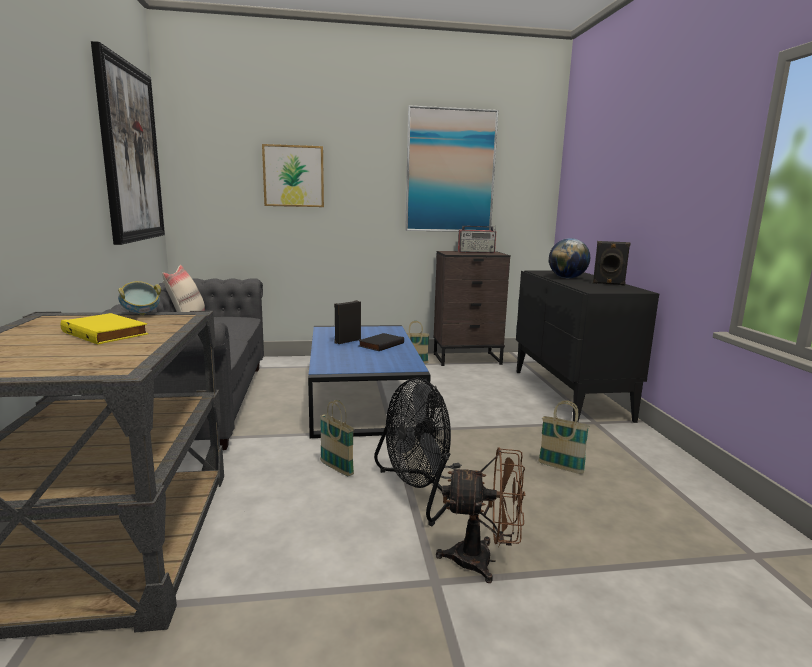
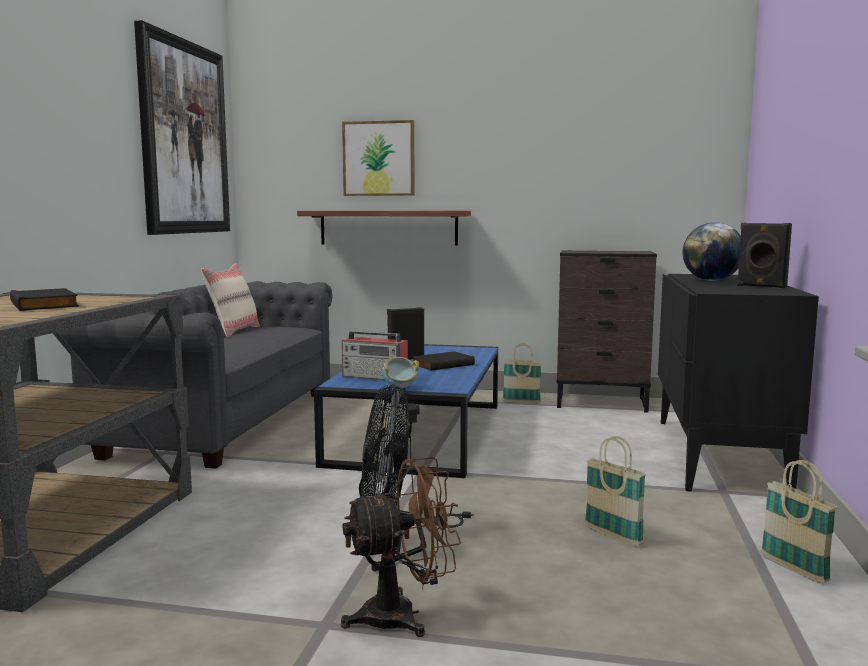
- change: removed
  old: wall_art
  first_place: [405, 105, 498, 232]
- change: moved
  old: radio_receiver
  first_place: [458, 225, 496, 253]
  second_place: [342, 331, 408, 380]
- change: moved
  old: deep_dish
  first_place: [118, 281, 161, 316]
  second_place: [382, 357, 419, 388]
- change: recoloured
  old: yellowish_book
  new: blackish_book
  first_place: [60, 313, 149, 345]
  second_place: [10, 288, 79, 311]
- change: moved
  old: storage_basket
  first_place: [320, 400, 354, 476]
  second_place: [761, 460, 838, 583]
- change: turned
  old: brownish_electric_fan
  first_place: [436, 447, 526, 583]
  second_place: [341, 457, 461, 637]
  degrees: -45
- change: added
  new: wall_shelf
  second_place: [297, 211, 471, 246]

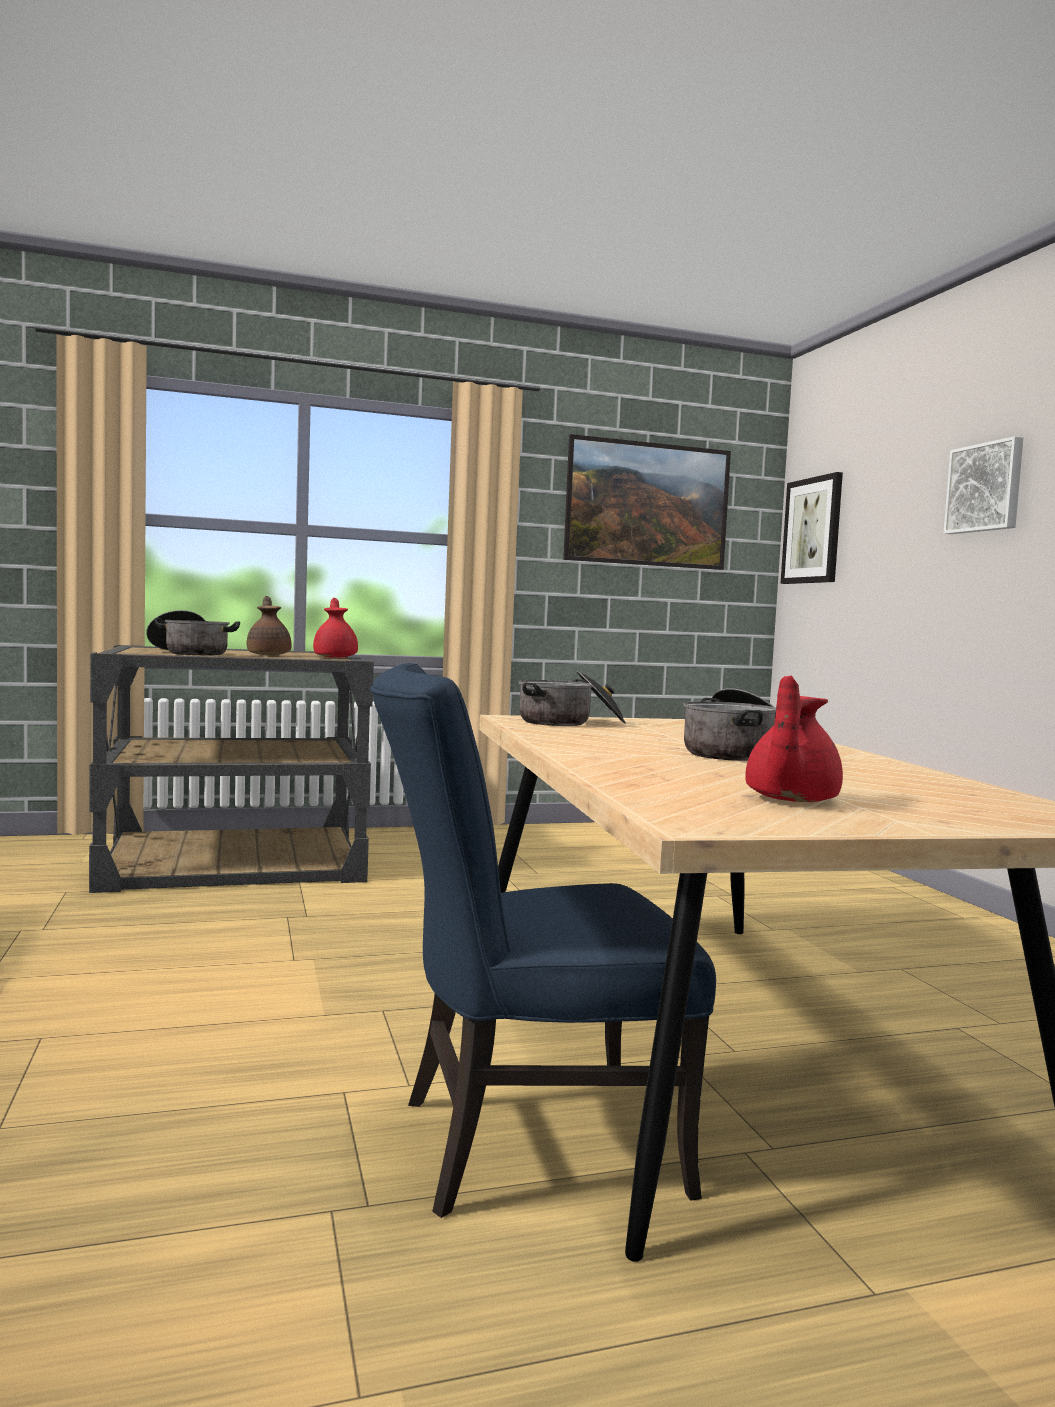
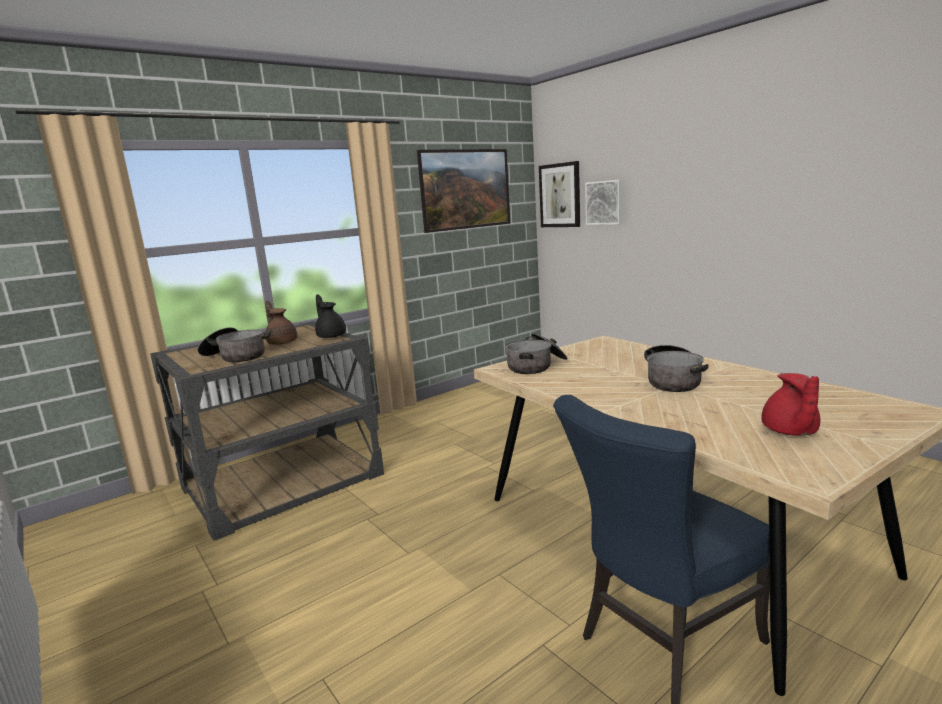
- change: moved
  old: wall_art
  first_place: [944, 436, 1023, 534]
  second_place: [585, 180, 622, 225]
- change: recoloured
  old: red_tea_pot
  new: blackish_tea_pot
  first_place: [313, 598, 358, 658]
  second_place: [315, 295, 346, 338]

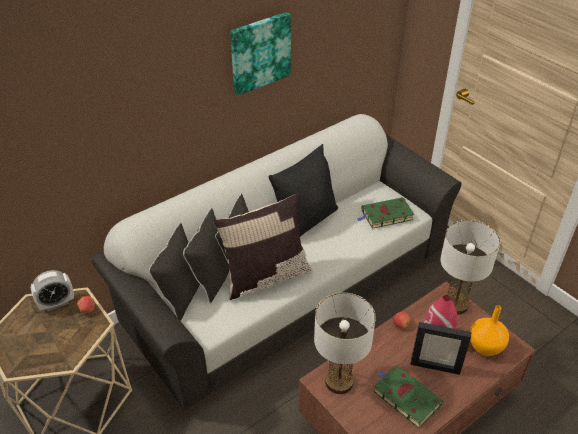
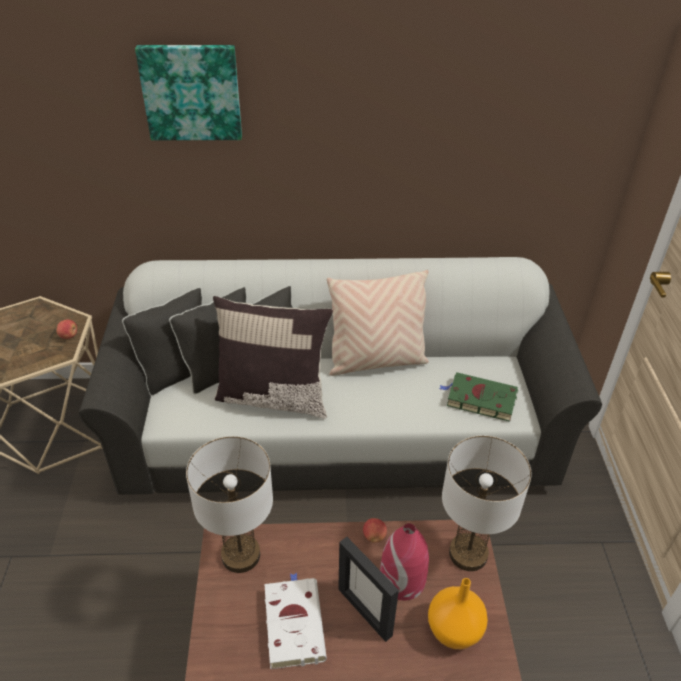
- change: moved
  old: wall_art
  first_place: [230, 12, 291, 96]
  second_place: [135, 45, 242, 140]
- change: recoloured
  old: blackish_throw_pillow
  new: beige_throw_pillow
  first_place: [269, 144, 338, 236]
  second_place: [327, 270, 429, 376]
- change: removed
  old: table_clock
  first_place: [31, 270, 74, 311]
- change: recoloured
  old: green-coloured_book
  new: whitish_book
  first_place: [374, 365, 443, 428]
  second_place: [265, 573, 327, 669]

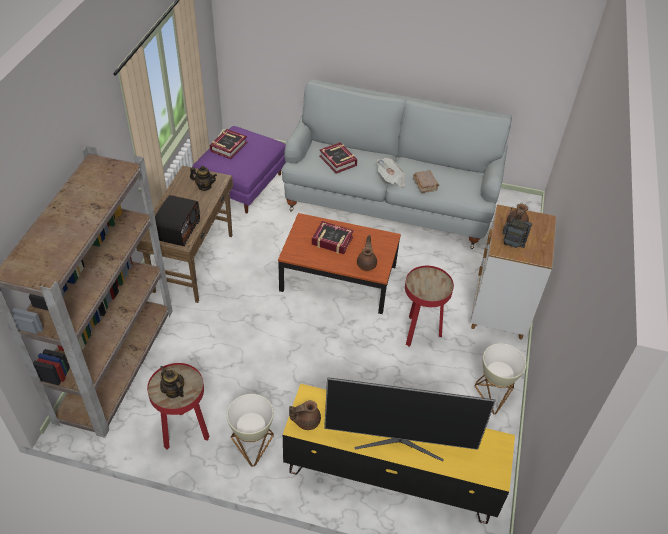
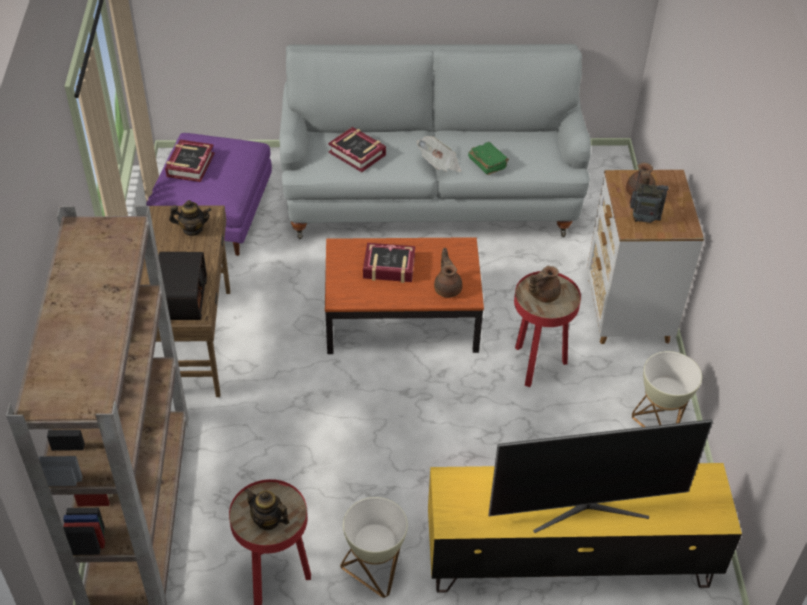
- change: recoloured
  old: brownish_book
  new: green-coloured_book
  first_place: [413, 170, 439, 193]
  second_place: [468, 142, 509, 175]
- change: moved
  old: brownish_tea_pot
  first_place: [289, 400, 321, 430]
  second_place: [529, 266, 561, 303]

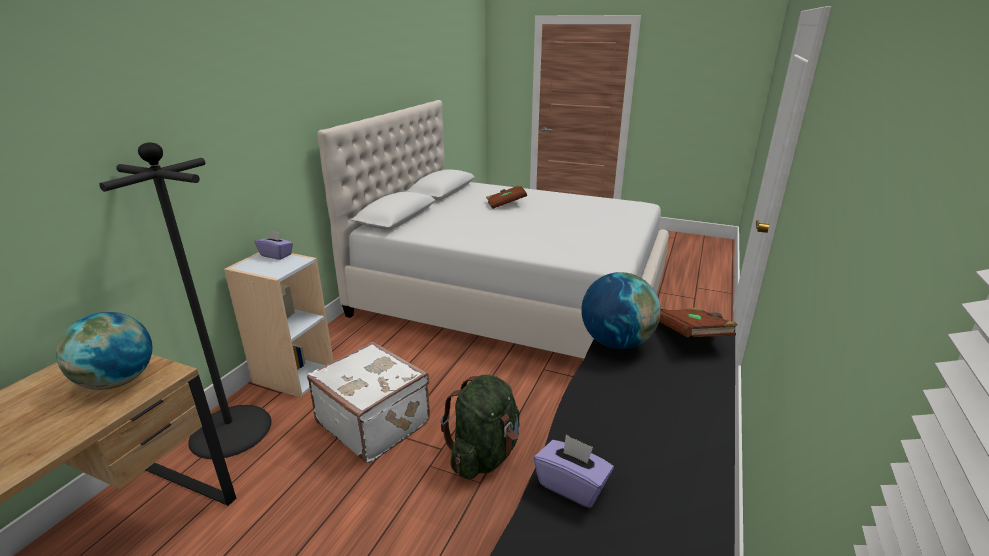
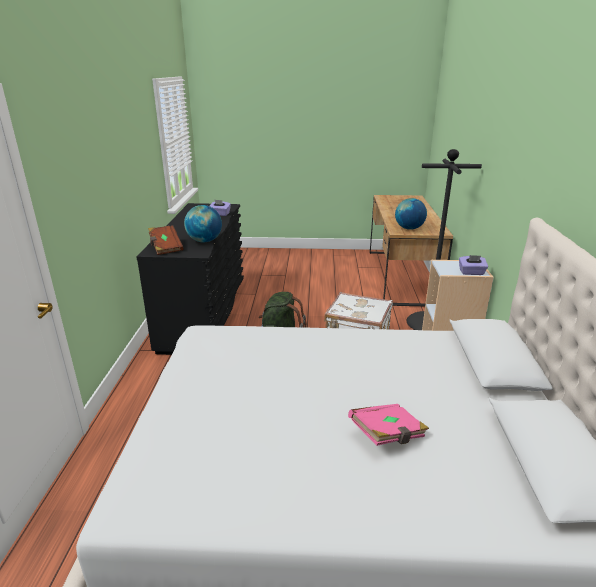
- change: recoloured
  old: brownish_book
  new: pinkish_book
  first_place: [486, 185, 527, 209]
  second_place: [348, 404, 429, 446]

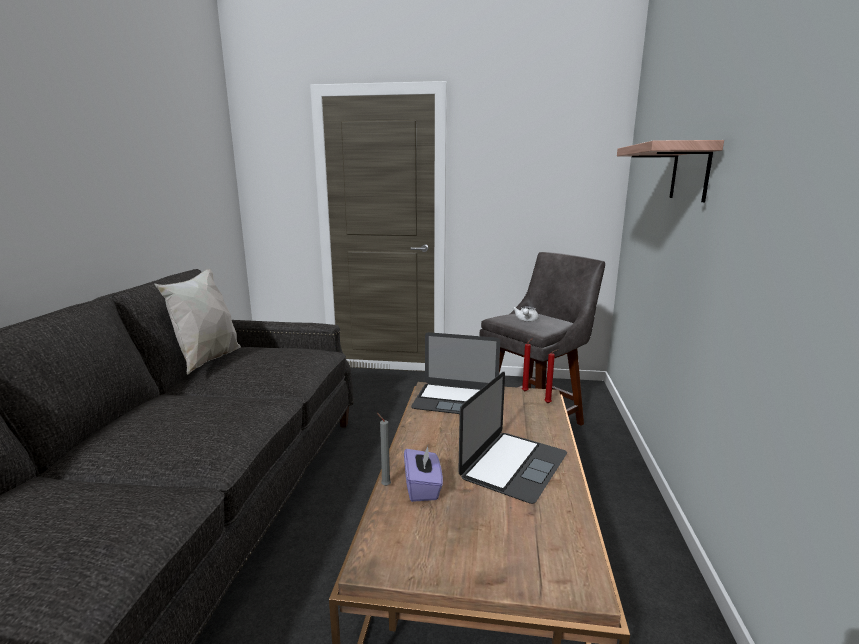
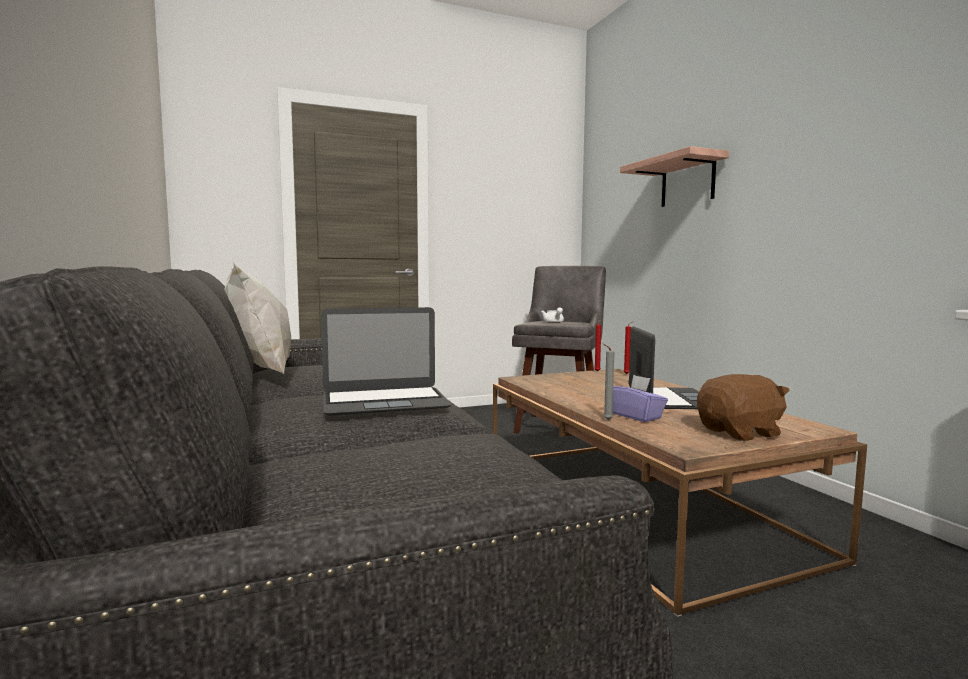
- change: moved
  old: portable_computer
  first_place: [411, 332, 500, 414]
  second_place: [321, 307, 451, 415]
- change: added
  new: brownish_soft_toy
  second_place: [697, 374, 790, 441]

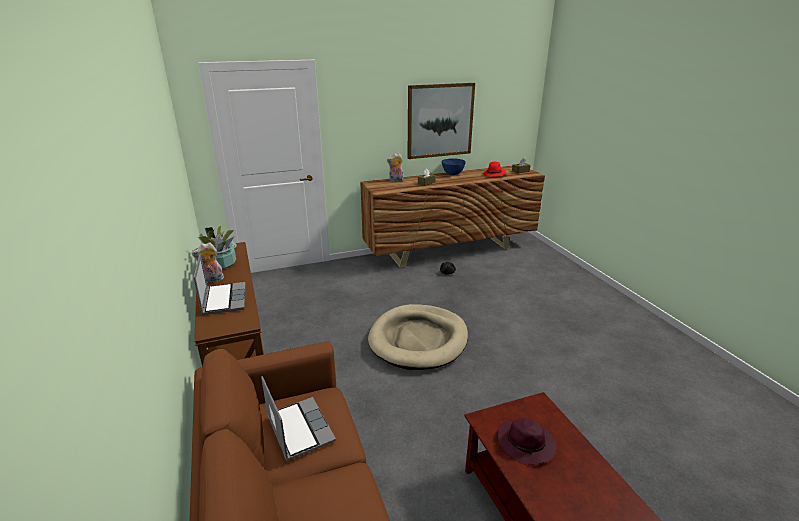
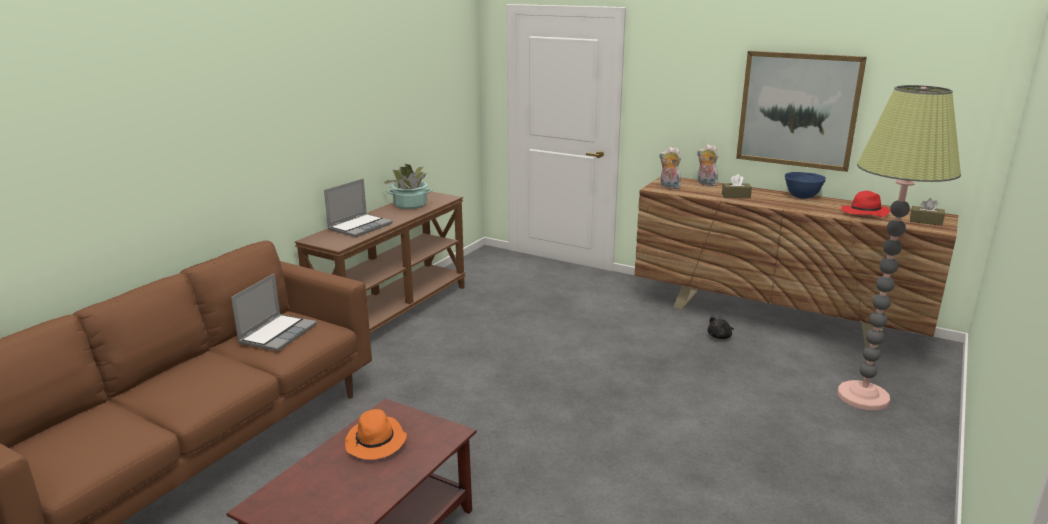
- change: moved
  old: soft_toy
  first_place: [192, 242, 224, 283]
  second_place: [659, 147, 681, 189]
- change: removed
  old: beige_dog_bed
  first_place: [368, 304, 468, 370]
- change: recoloured
  old: purple-coloured_wearable_hat
  new: orange_wearable_hat
  first_place: [496, 418, 556, 465]
  second_place: [345, 409, 407, 460]
- change: added
  new: standing_lamp
  second_place: [838, 85, 961, 410]

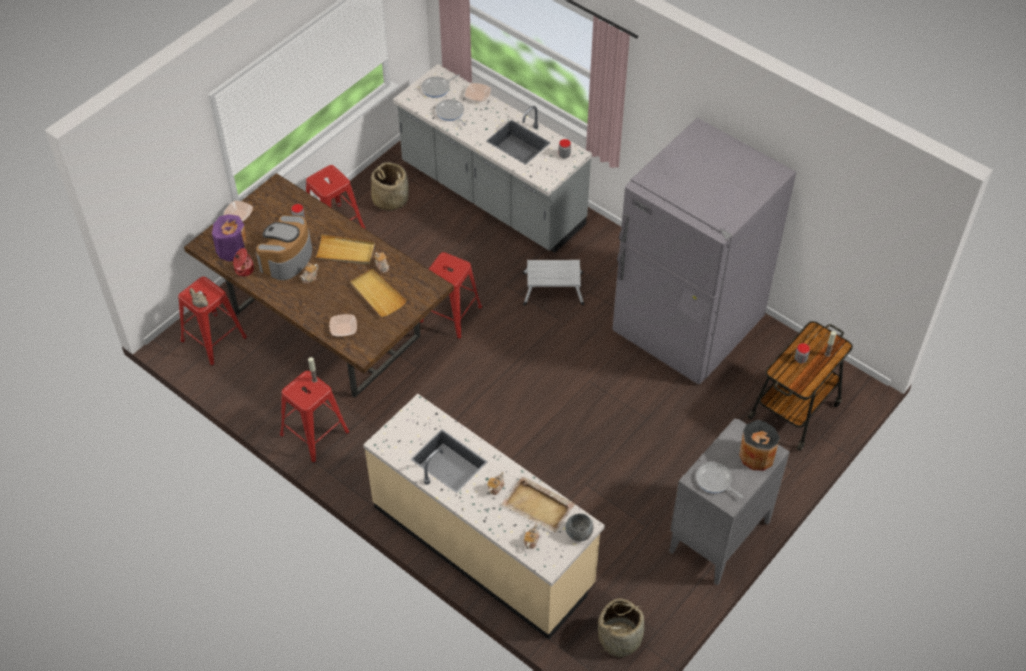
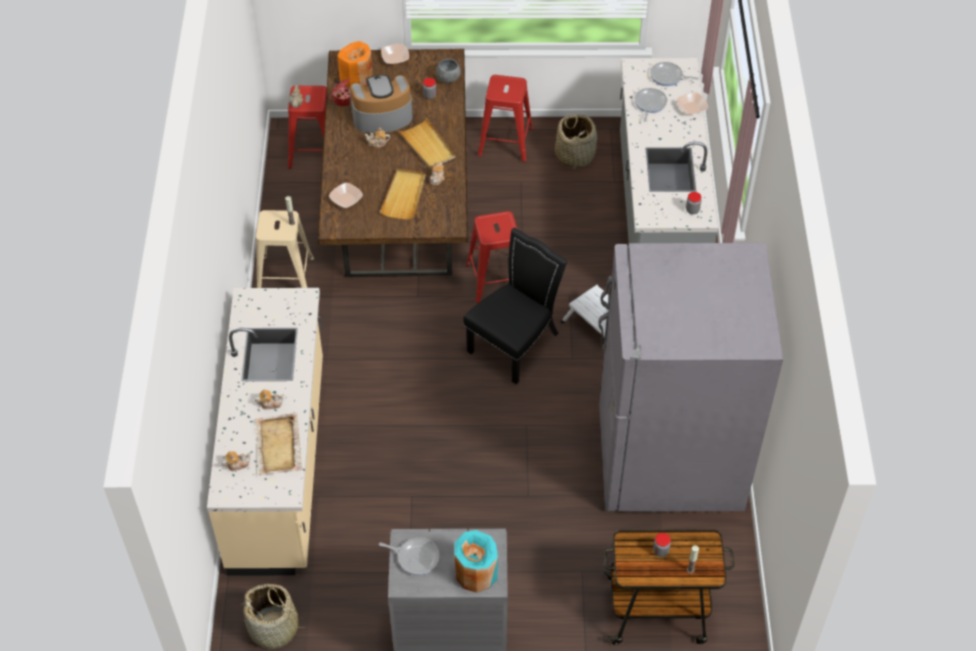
- change: recoloured
  old: purple-coloured_vase
  new: orange_vase
  first_place: [212, 214, 247, 262]
  second_place: [338, 41, 373, 87]
- change: recoloured
  old: red_stool_seat
  new: beige_stool_seat
  first_place: [280, 371, 349, 463]
  second_place: [256, 210, 314, 288]
- change: recoloured
  old: blackish_vase
  new: turquoise_vase
  first_place: [739, 420, 780, 471]
  second_place: [454, 530, 498, 593]
- change: turned
  old: frying_pan
  first_place: [696, 462, 743, 498]
  second_place: [379, 537, 439, 575]
  degrees: 105
- change: moved
  old: greyish_deep_dish
  first_place: [565, 513, 593, 541]
  second_place: [436, 59, 461, 83]
- change: added
  new: blackish_plain_chair
  second_place: [463, 228, 568, 384]

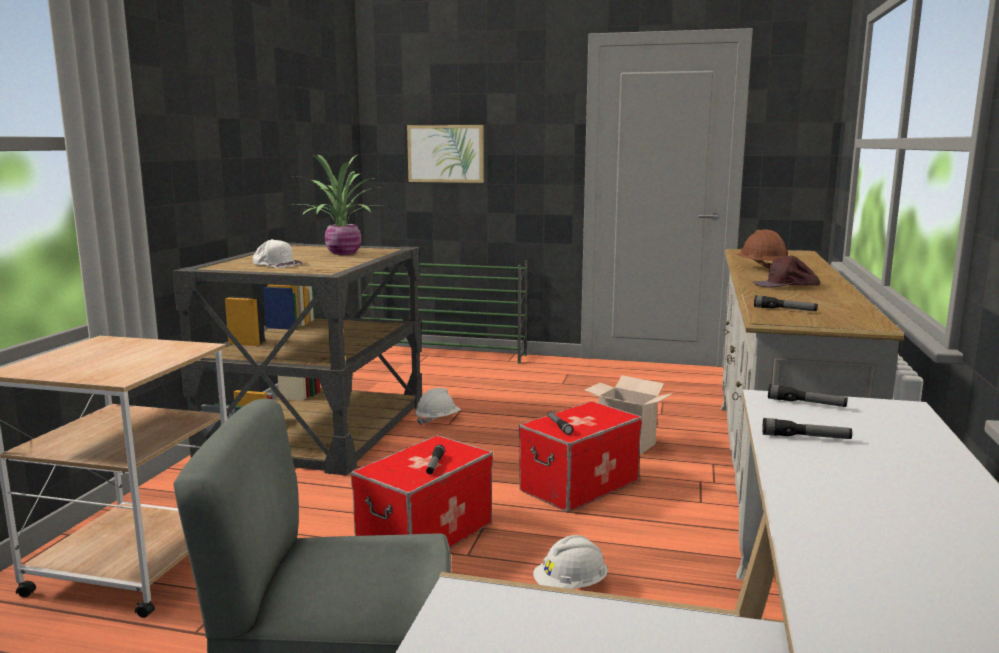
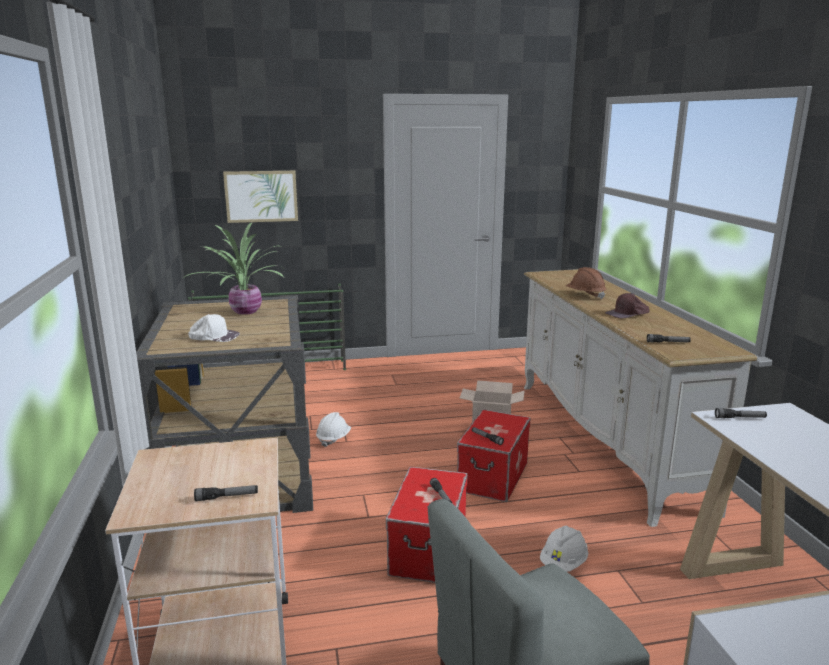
- change: moved
  old: torch
  first_place: [762, 418, 852, 439]
  second_place: [194, 485, 258, 501]

